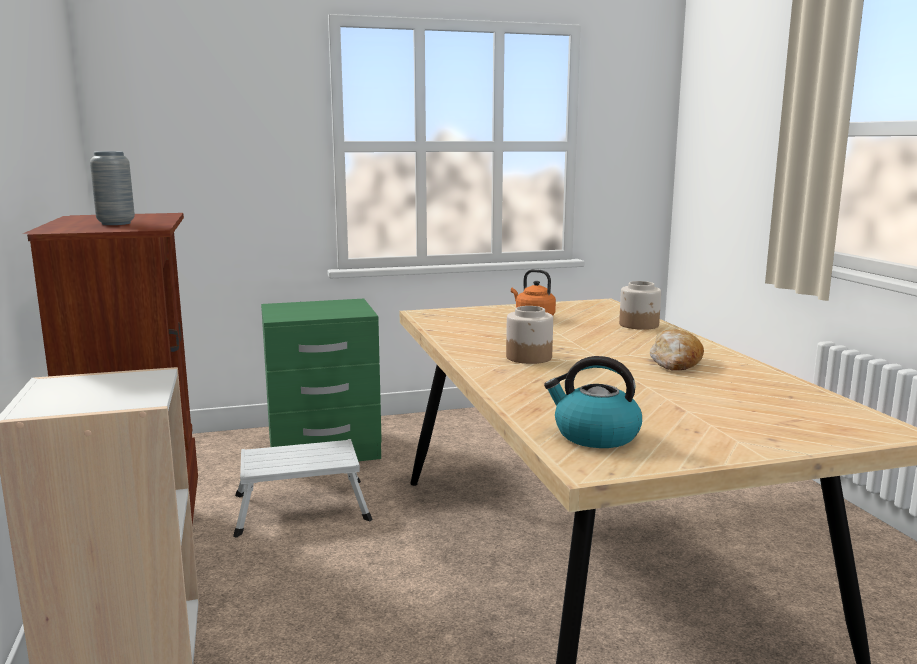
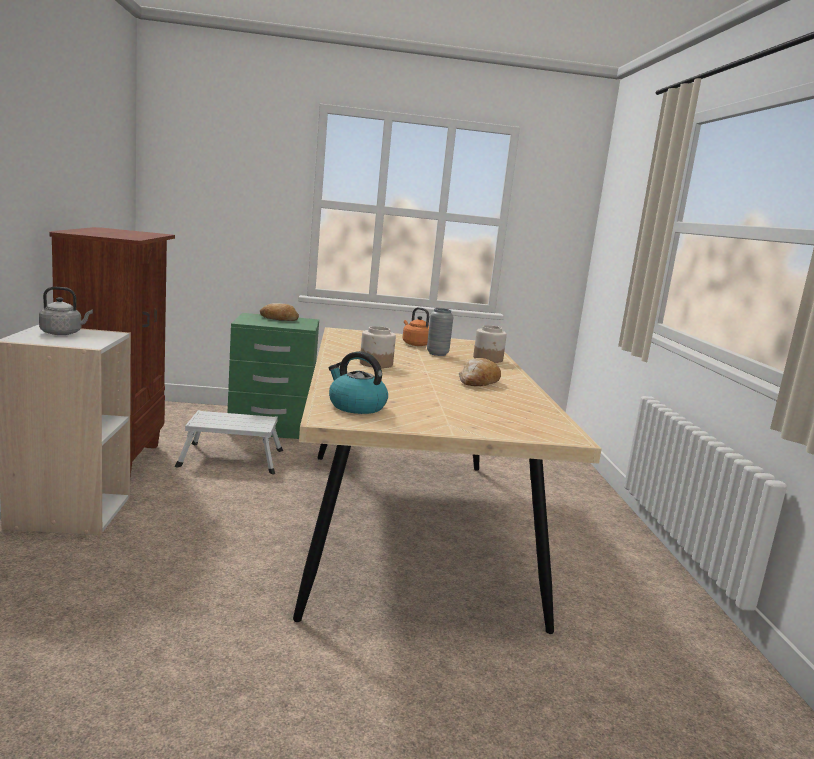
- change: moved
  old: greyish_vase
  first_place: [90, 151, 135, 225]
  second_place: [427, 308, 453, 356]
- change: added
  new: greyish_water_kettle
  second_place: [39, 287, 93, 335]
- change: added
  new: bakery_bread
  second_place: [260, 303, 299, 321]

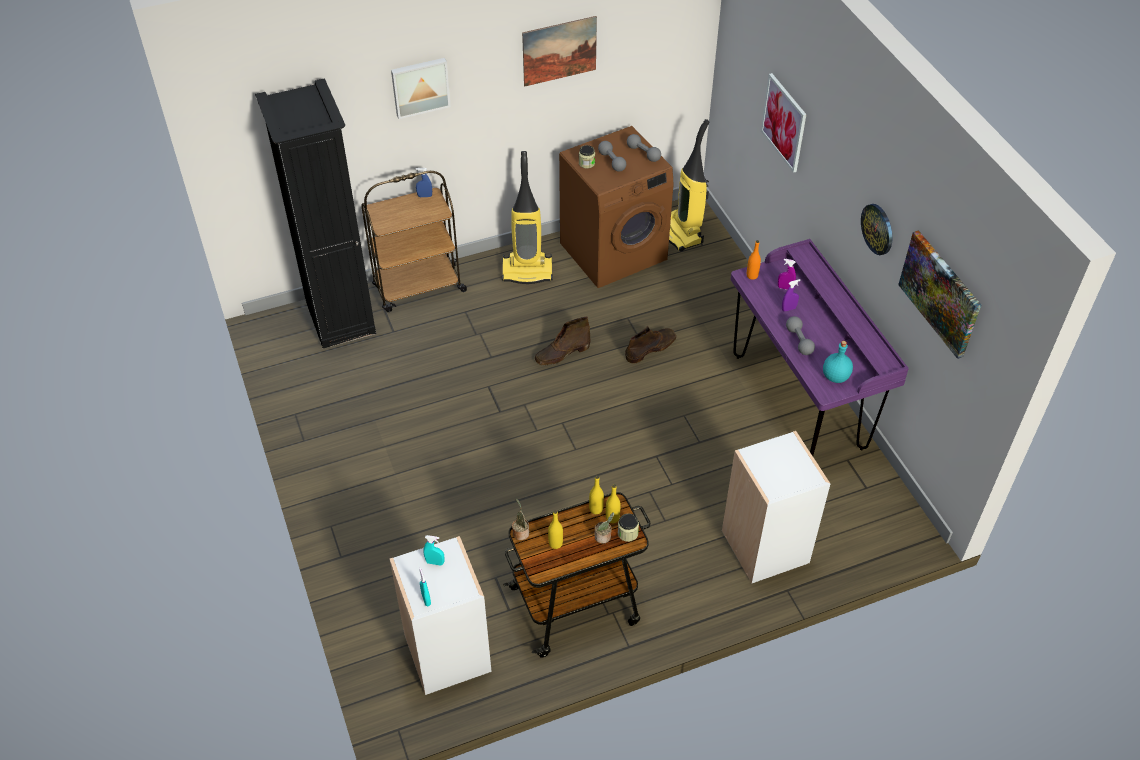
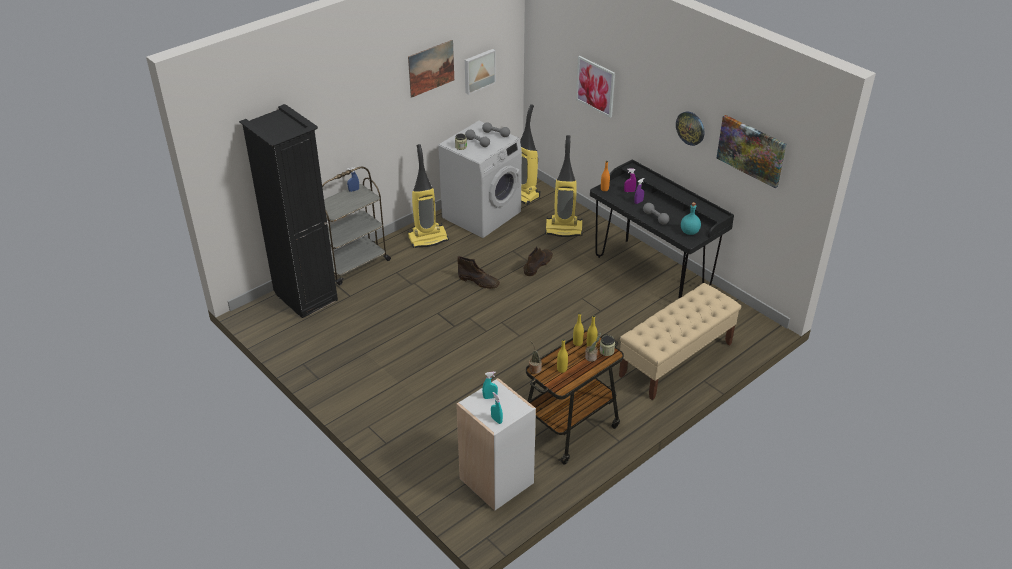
- change: moved
  old: wall_art
  first_place: [391, 58, 451, 119]
  second_place: [465, 49, 496, 95]
- change: recoloured
  old: brownish_laundry_appliance
  new: whitish_laundry_appliance
  first_place: [559, 126, 673, 288]
  second_place: [438, 121, 522, 238]
- change: recoloured
  old: brownish_wheeled_cart
  new: greyish_wheeled_cart
  first_place: [362, 171, 467, 312]
  second_place: [322, 167, 391, 285]
- change: recoloured
  old: purple-coloured_desk_table
  new: blackish_desk_table
  first_place: [731, 239, 909, 456]
  second_place: [590, 159, 734, 299]
- change: turned
  old: brownish_high-top_boot
  first_place: [535, 317, 591, 365]
  second_place: [457, 256, 500, 289]
  degrees: -105
- change: replaced
  old: bookcase
  new: beige_long_seat
  first_place: [722, 431, 830, 583]
  second_place: [619, 283, 741, 400]
- change: added
  new: vacuum
  second_place: [545, 135, 583, 237]

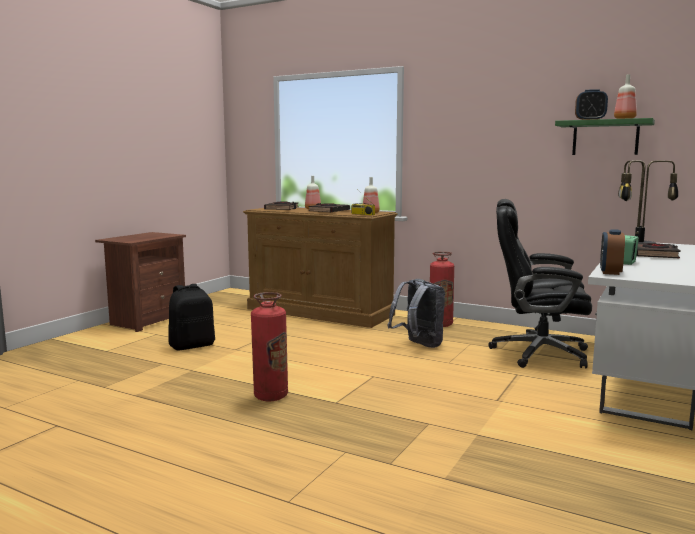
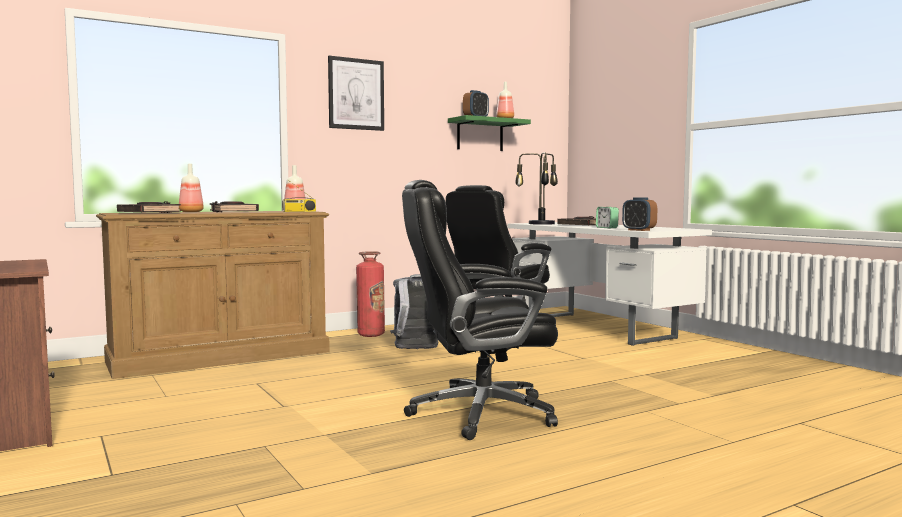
- change: removed
  old: blackish_knapsack
  first_place: [168, 284, 215, 350]
- change: replaced
  old: fire_extinguisher
  new: blackish_computer_chair
  first_place: [251, 292, 288, 401]
  second_place: [402, 180, 558, 440]
- change: added
  new: wall_art
  second_place: [328, 56, 384, 131]

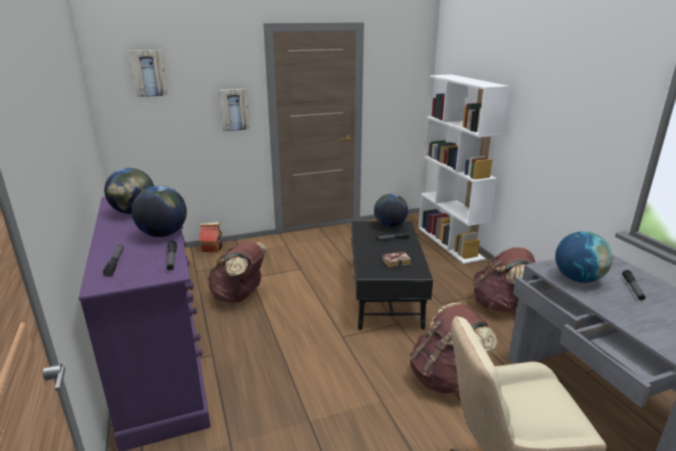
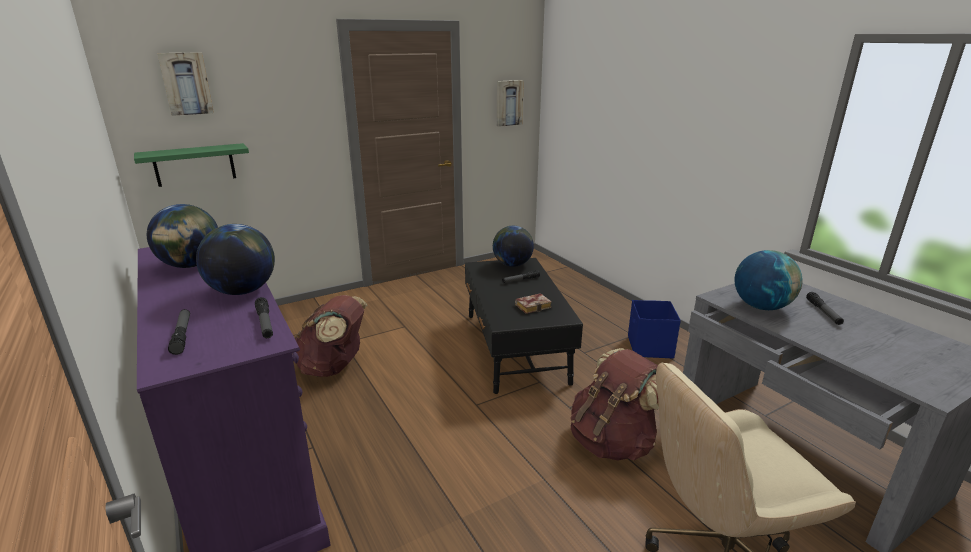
- change: removed
  old: whitish_bookcase
  first_place: [418, 74, 510, 264]
- change: moved
  old: wall_art
  first_place: [219, 89, 250, 132]
  second_place: [497, 80, 524, 127]
- change: removed
  old: model_house
  first_place: [199, 222, 222, 252]
- change: replaced
  old: brownish_knapsack
  new: bluish_storage_container
  first_place: [473, 247, 536, 312]
  second_place: [628, 300, 681, 358]
- change: added
  new: green-coloured_wall_shelf
  second_place: [134, 143, 249, 187]

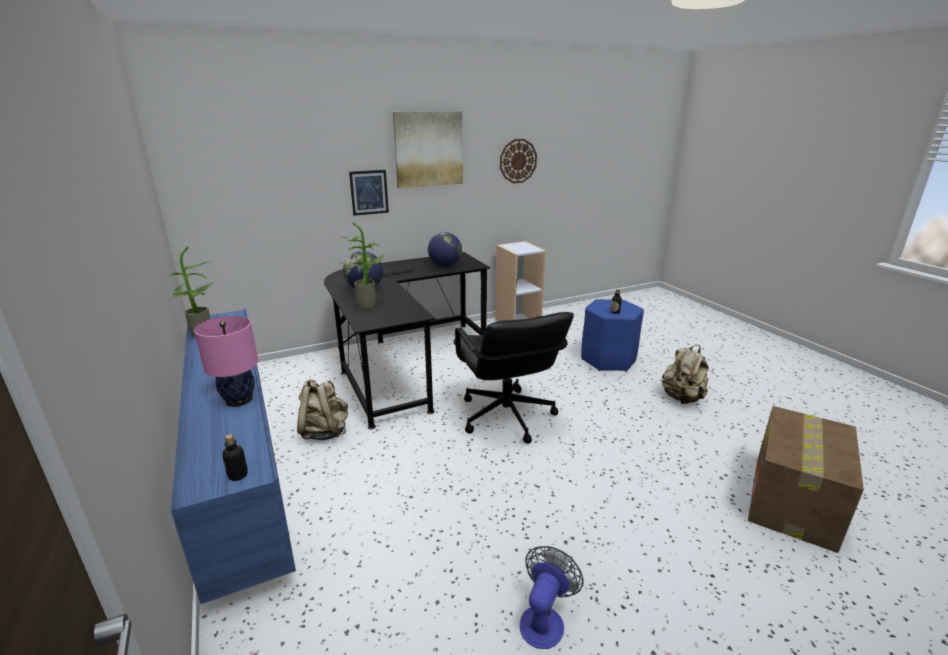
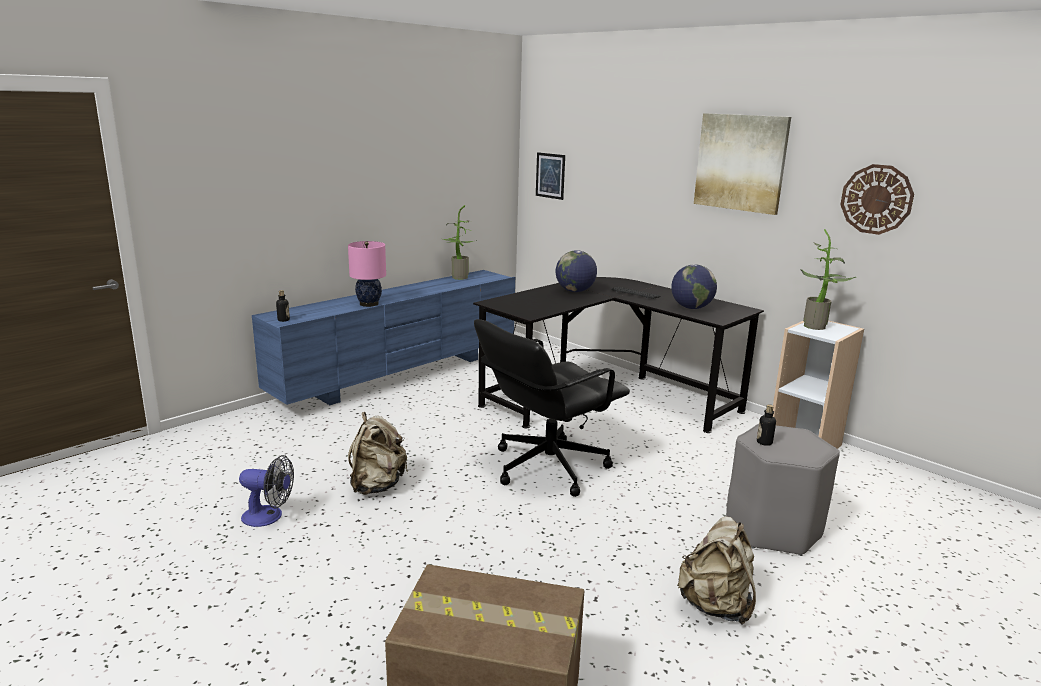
- change: moved
  old: wall_art
  first_place: [349, 170, 389, 216]
  second_place: [536, 152, 565, 200]
- change: moved
  old: houseplant
  first_place: [339, 222, 384, 308]
  second_place: [800, 229, 856, 330]
- change: recoloured
  old: bluish_stool_seat
  new: greyish_stool_seat
  first_place: [581, 299, 644, 372]
  second_place: [726, 424, 840, 556]
- change: moved
  old: beige_knapsack
  first_place: [297, 379, 348, 440]
  second_place: [348, 412, 408, 495]

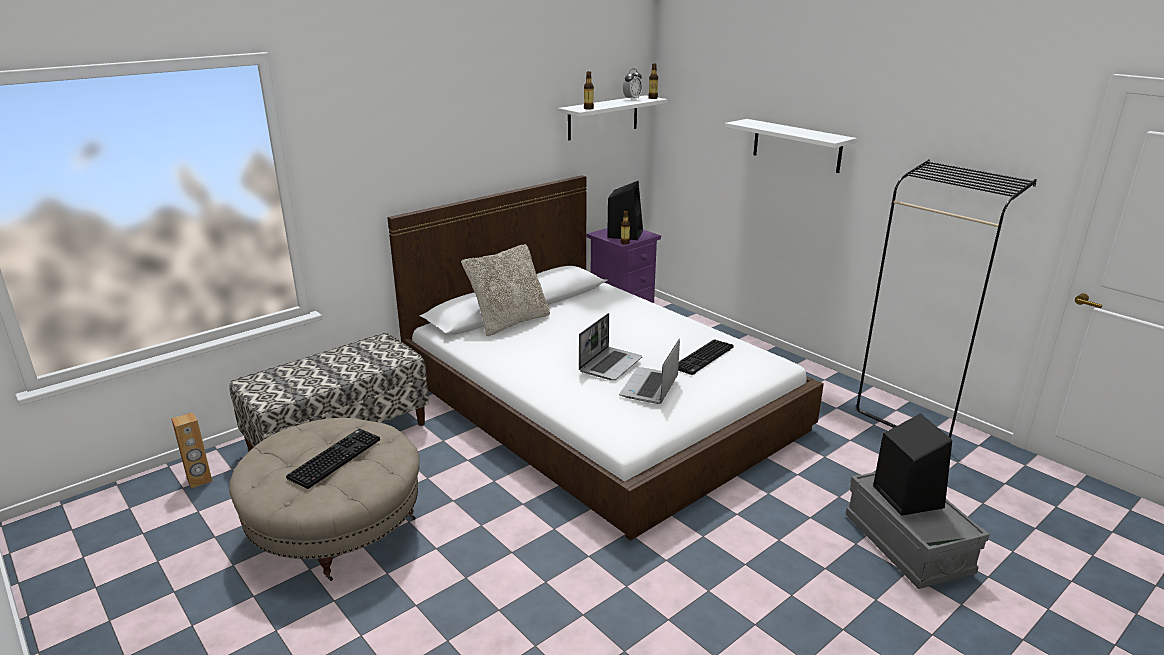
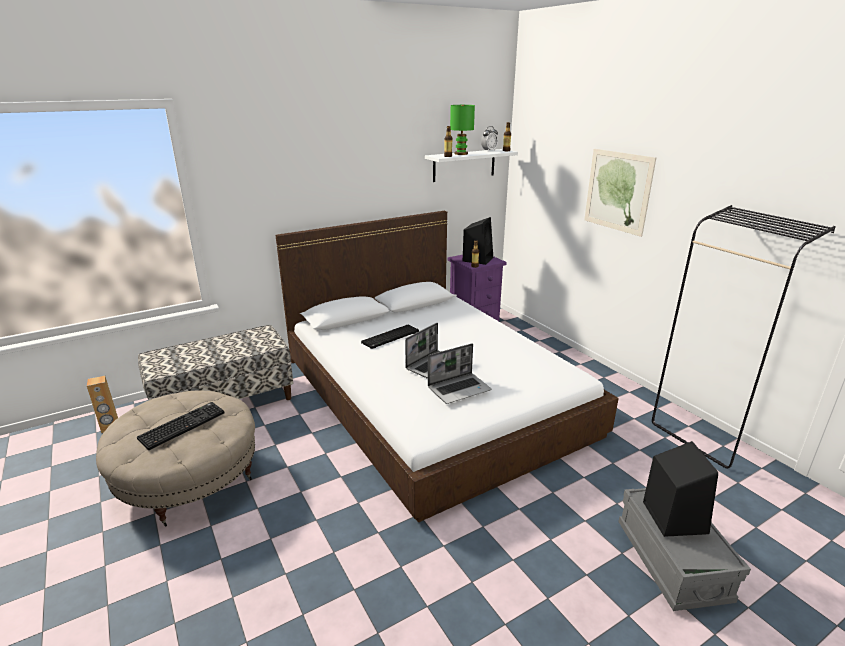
- change: replaced
  old: whitish_wall_shelf
  new: wall_art
  first_place: [725, 119, 857, 173]
  second_place: [584, 149, 656, 237]
- change: removed
  old: beige_throw_pillow
  first_place: [461, 244, 550, 336]
- change: turned
  old: portable_computer
  first_place: [619, 339, 680, 404]
  second_place: [428, 344, 491, 404]
  degrees: -150
- change: moved
  old: computer_keyboard
  first_place: [678, 339, 733, 375]
  second_place: [361, 325, 419, 349]
- change: added
  new: green-coloured_table_lamp
  second_place: [450, 105, 475, 155]

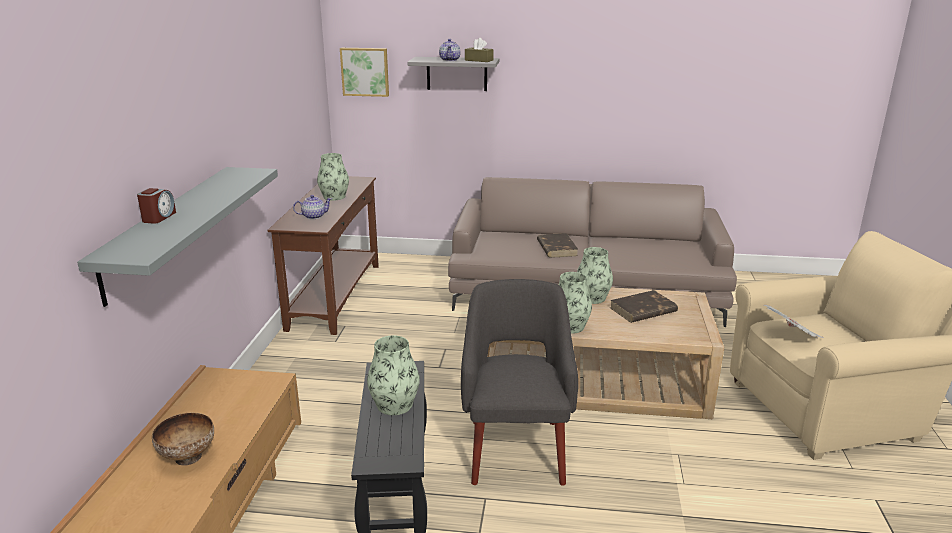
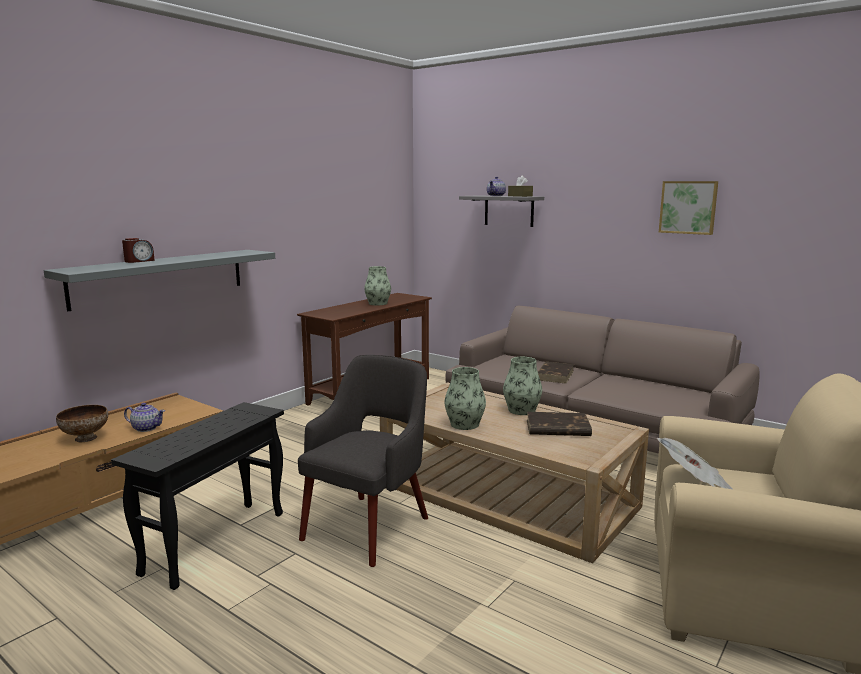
- change: moved
  old: wall_art
  first_place: [340, 48, 389, 97]
  second_place: [659, 181, 718, 235]
- change: moved
  old: tea_pot
  first_place: [293, 195, 332, 219]
  second_place: [124, 403, 165, 432]
- change: removed
  old: vase
  first_place: [367, 335, 420, 415]

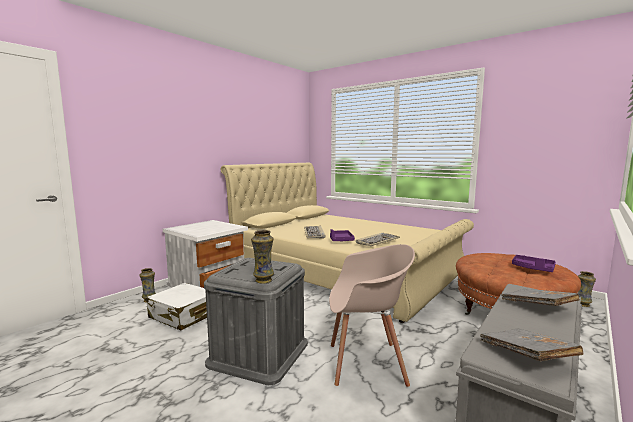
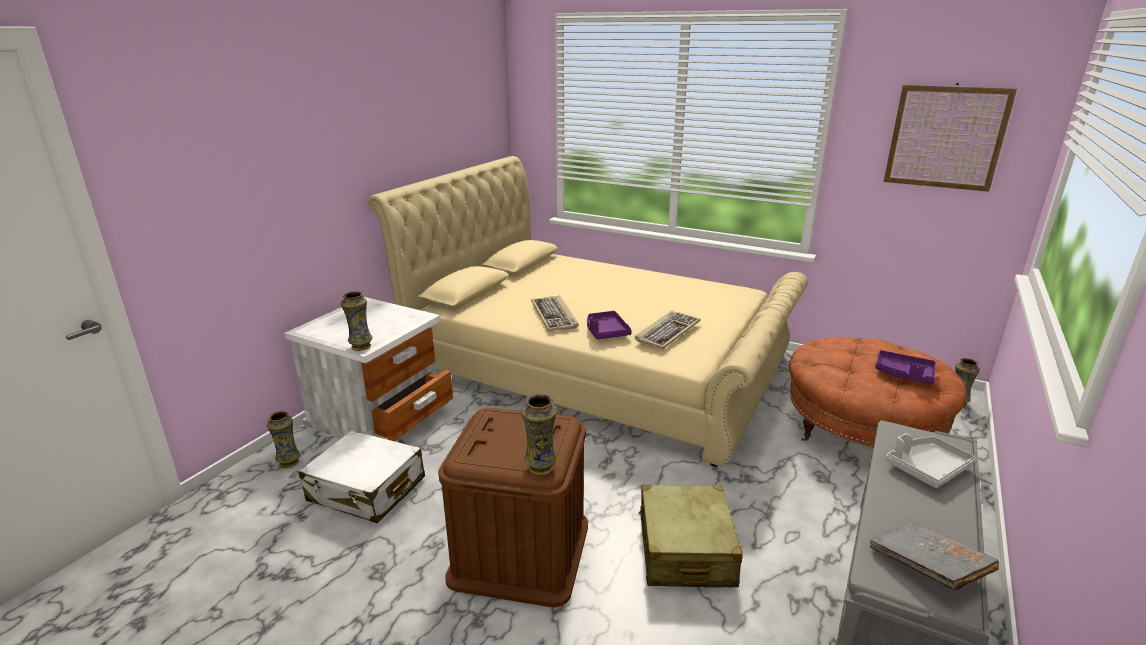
- change: replaced
  old: beige_plain_chair
  new: beige_suitcase
  first_place: [329, 244, 415, 387]
  second_place: [638, 485, 743, 587]
- change: recoloured
  old: greyish_storage_container
  new: brownish_storage_container
  first_place: [204, 258, 308, 385]
  second_place: [438, 407, 588, 607]
- change: replaced
  old: greyish_book
  new: greyish_carrying_tray
  first_place: [501, 289, 580, 306]
  second_place: [886, 433, 975, 488]
- change: added
  new: wall_art
  second_place: [884, 83, 1017, 192]
- change: added
  new: vase
  second_place: [340, 291, 372, 351]

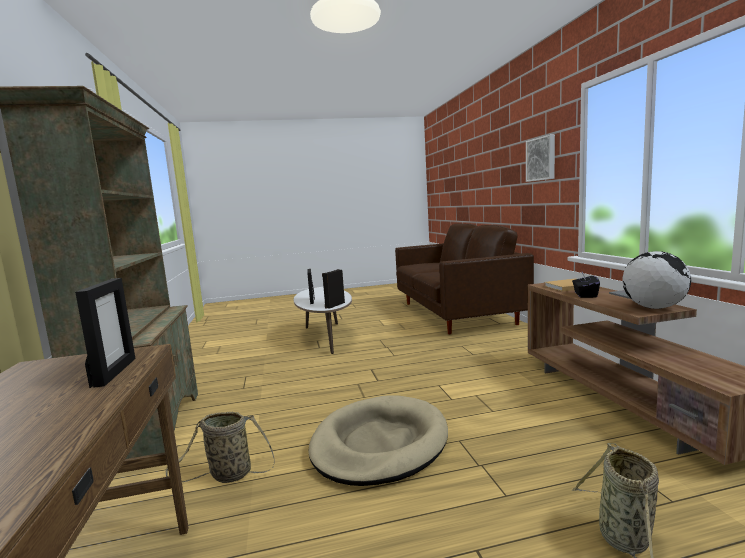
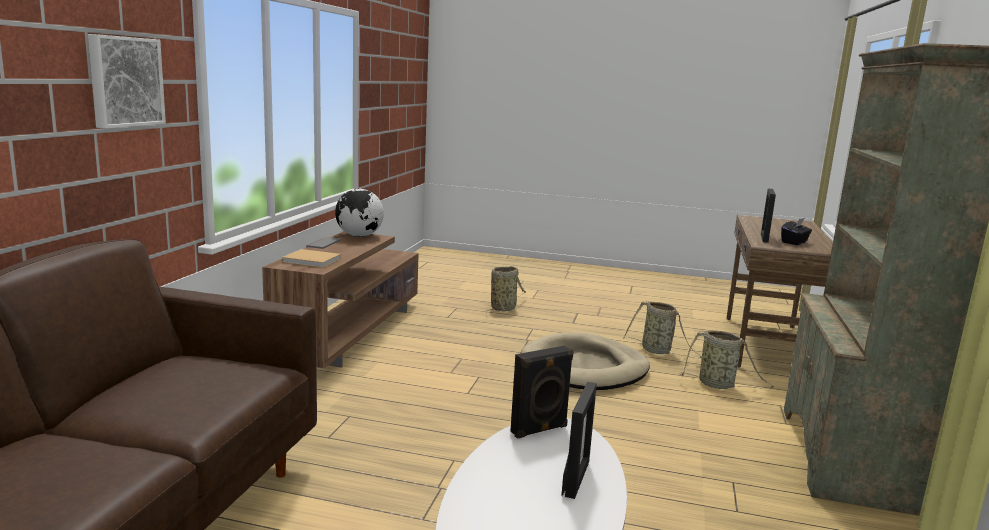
- change: moved
  old: blackish_tissue_box
  first_place: [572, 272, 600, 298]
  second_place: [781, 218, 812, 245]
- change: added
  new: storage_basket
  second_place: [623, 301, 701, 358]

